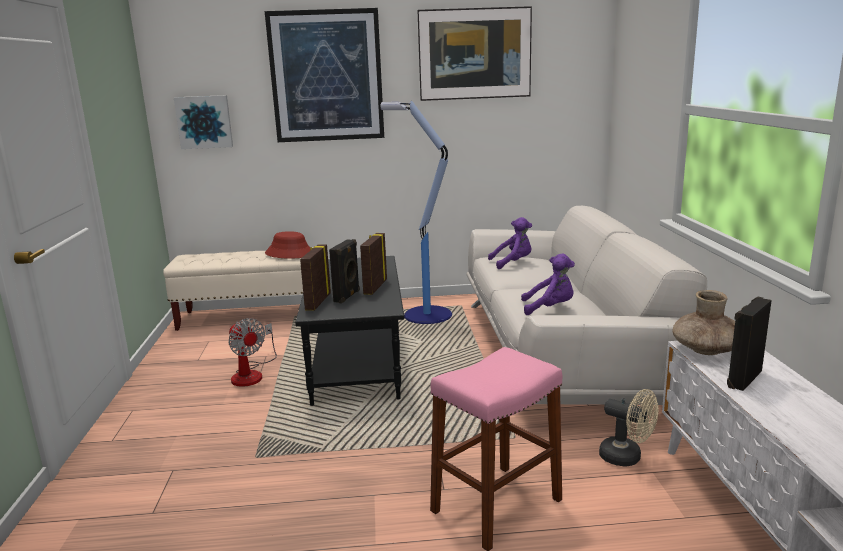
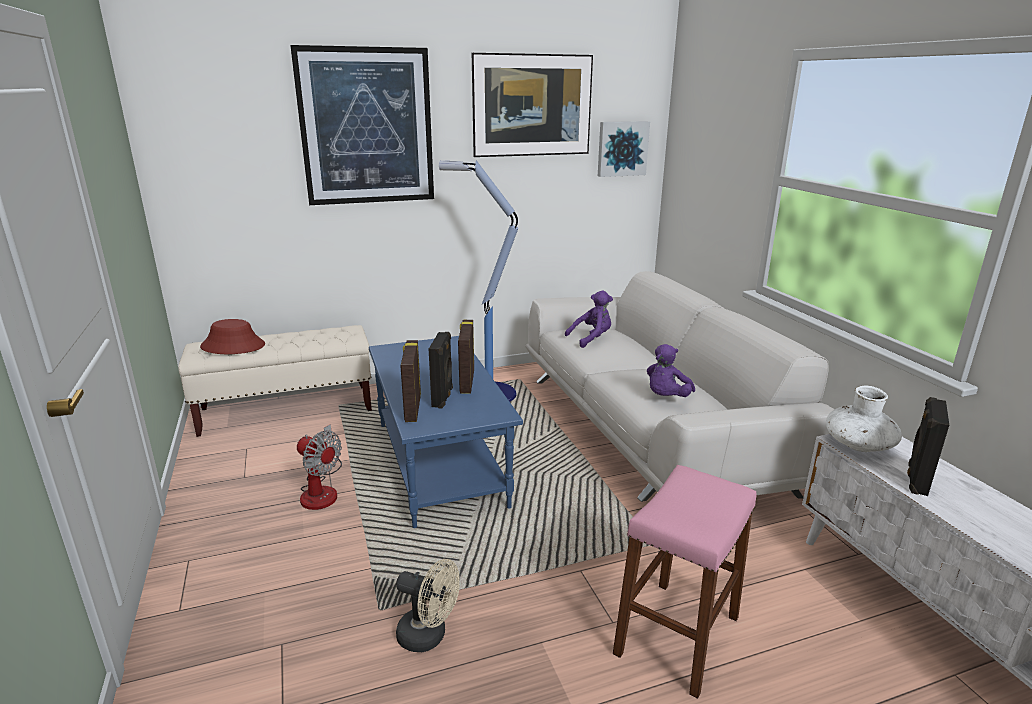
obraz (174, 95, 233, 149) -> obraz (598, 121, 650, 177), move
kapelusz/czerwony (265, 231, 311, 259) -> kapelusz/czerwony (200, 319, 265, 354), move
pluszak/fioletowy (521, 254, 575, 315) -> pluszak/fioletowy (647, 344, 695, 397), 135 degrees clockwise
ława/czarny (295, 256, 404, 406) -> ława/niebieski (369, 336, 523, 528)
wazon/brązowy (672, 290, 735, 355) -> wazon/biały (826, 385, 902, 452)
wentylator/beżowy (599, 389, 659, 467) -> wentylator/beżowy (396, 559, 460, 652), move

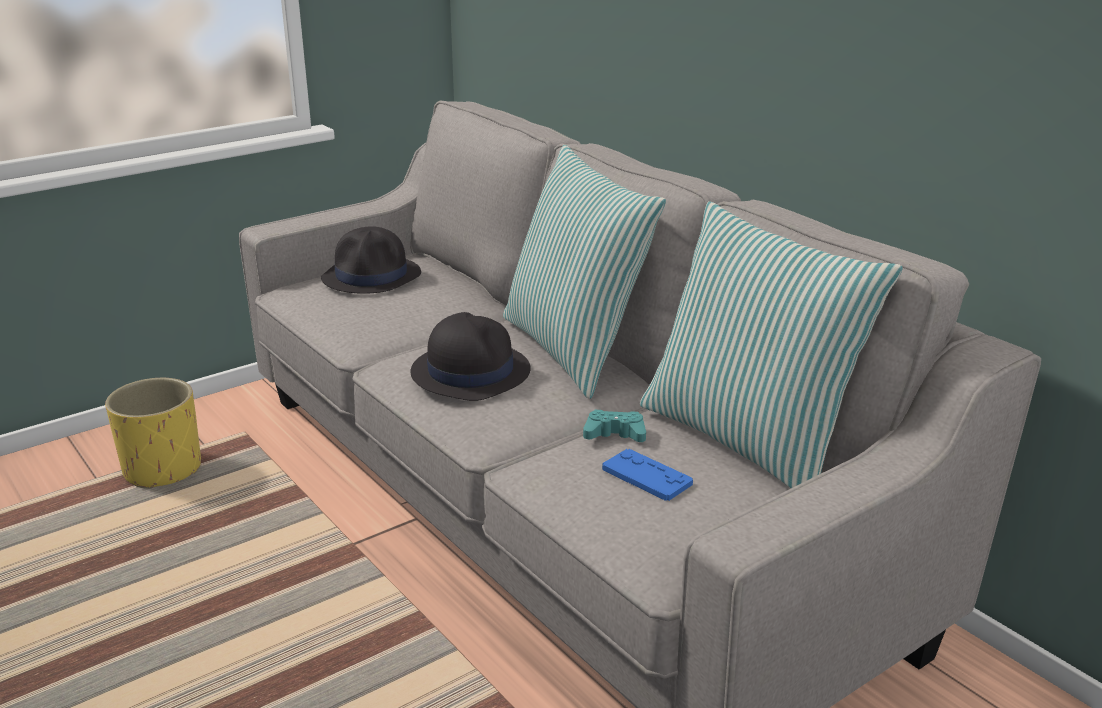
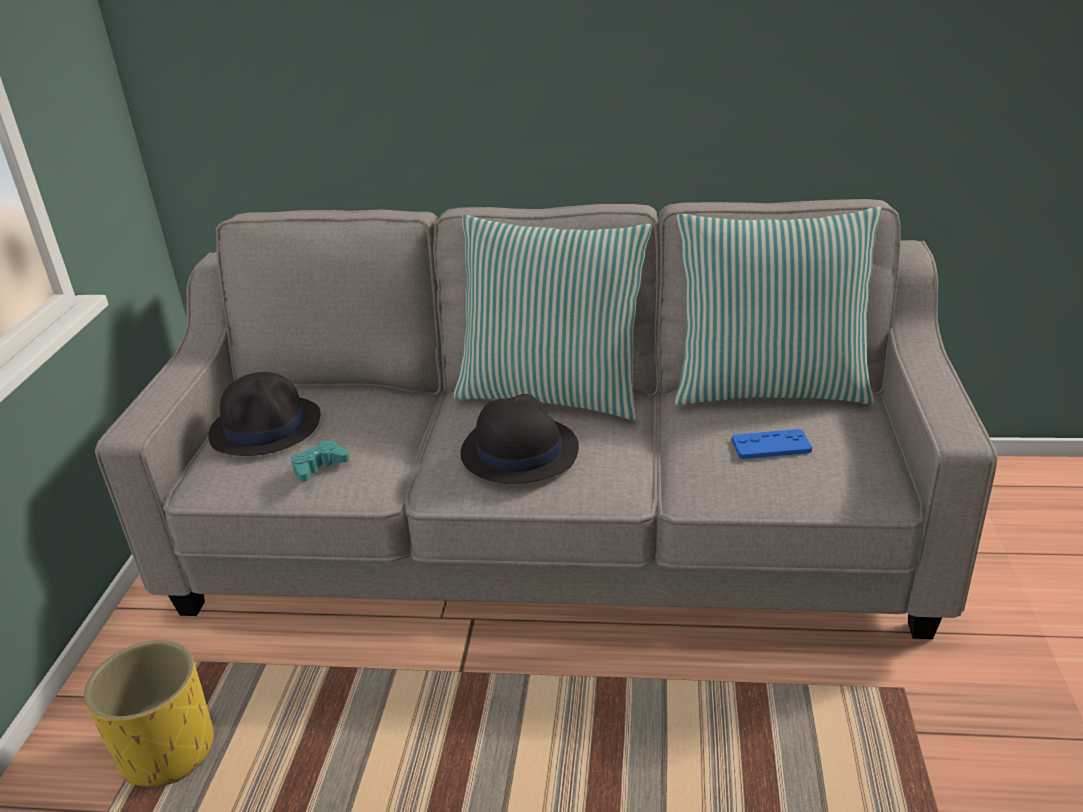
pad do gier/turkusowy (583, 410, 646, 442) -> pad do gier/turkusowy (291, 440, 350, 482), move

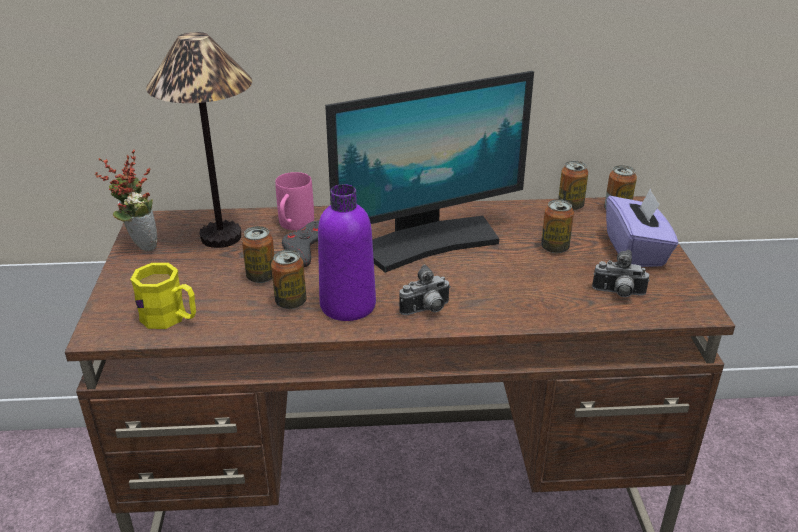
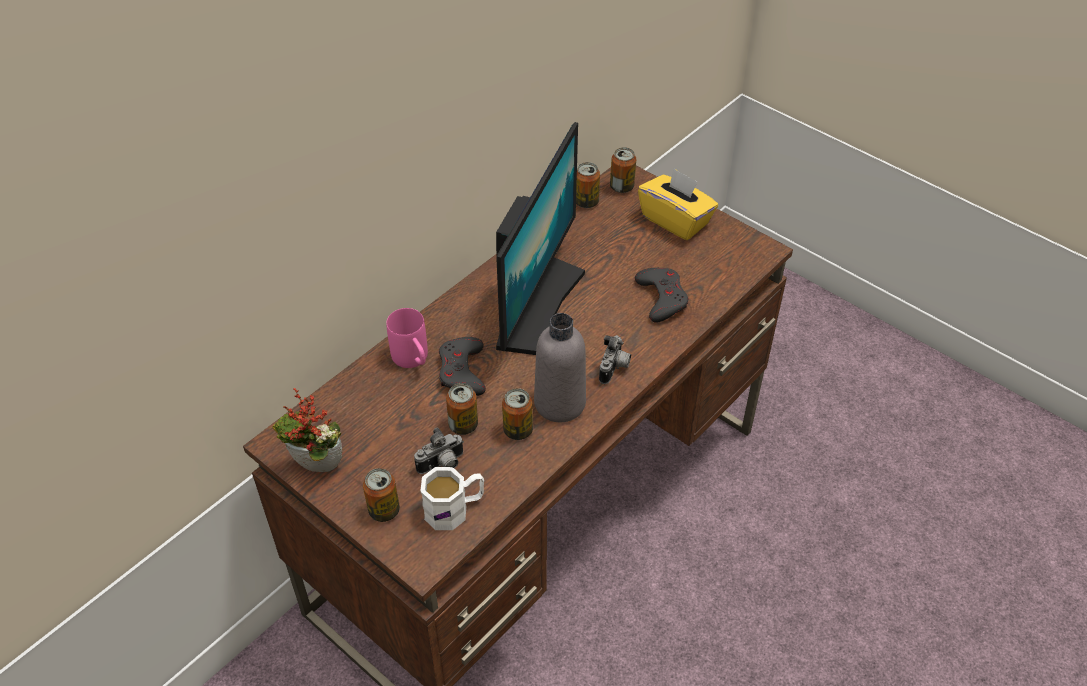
lampa stołowa (146, 32, 252, 248) -> none
butelka/fioletowy (318, 184, 376, 321) -> butelka/szary (534, 313, 586, 422)
pudełko chusteczek/fioletowy (606, 188, 678, 267) -> pudełko chusteczek/żółty (638, 168, 718, 240)
puszka (541, 199, 574, 253) -> puszka (363, 468, 400, 522), move
aparat fotograficzny (592, 250, 649, 297) -> aparat fotograficzny (414, 428, 464, 474), move
kubek/żółty (130, 263, 196, 329) -> kubek/biały (420, 467, 484, 530)
none -> pad do gier/szary (635, 268, 689, 323)

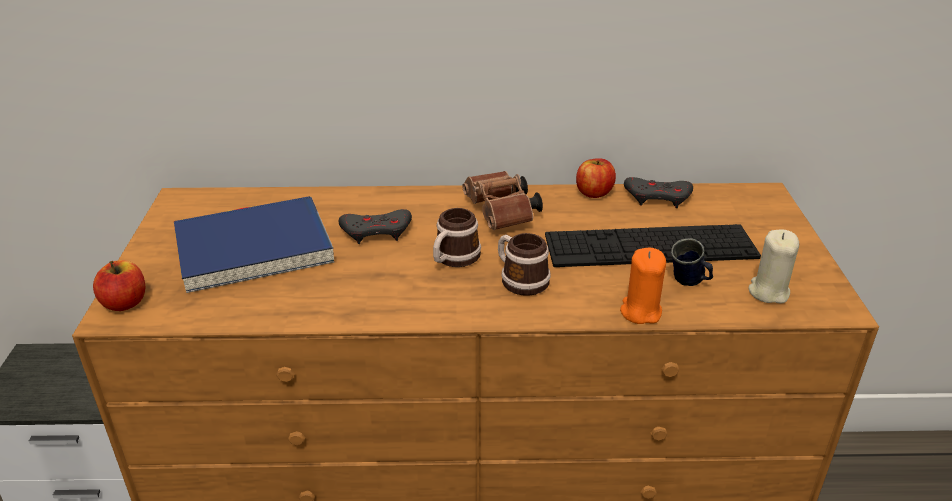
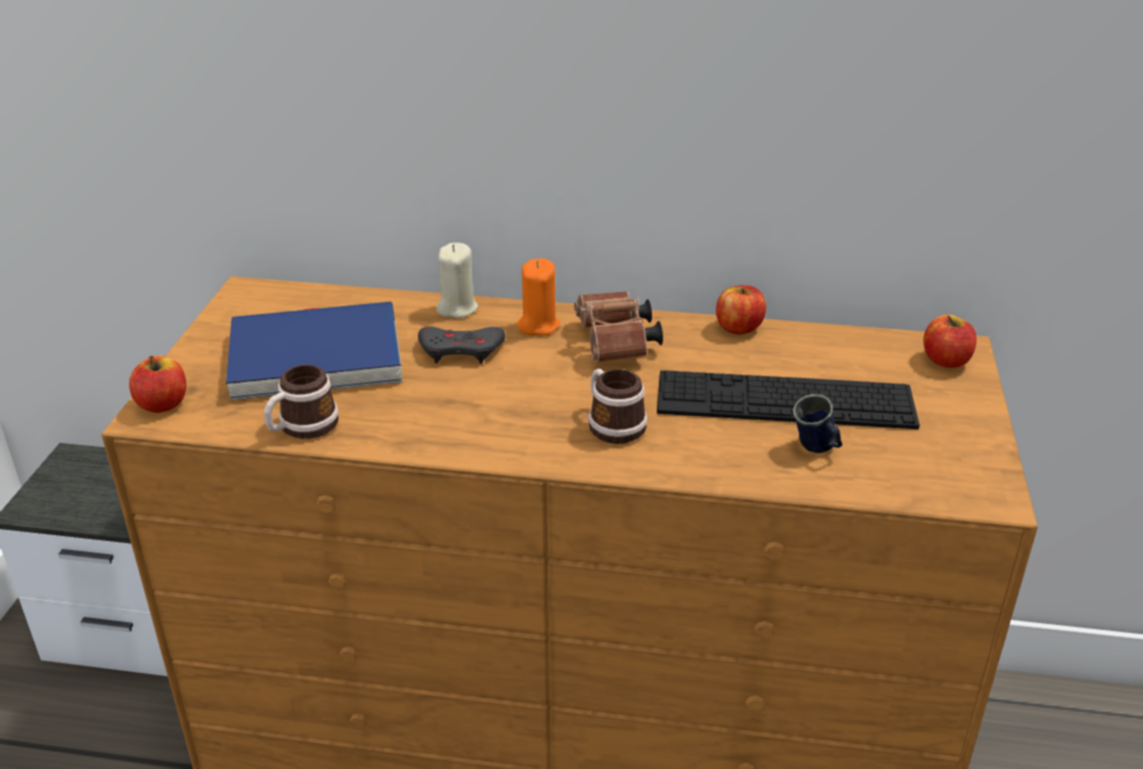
pad do gier/szary (624, 177, 693, 208) -> none
kubek (433, 208, 481, 267) -> kubek (264, 365, 339, 439), move
świeca/beżowy (748, 229, 799, 304) -> świeca/beżowy (436, 243, 478, 318), move
świeca/pomarańczowy (620, 248, 666, 324) -> świeca/pomarańczowy (518, 259, 560, 336), move
none -> jabłko (923, 315, 977, 368)

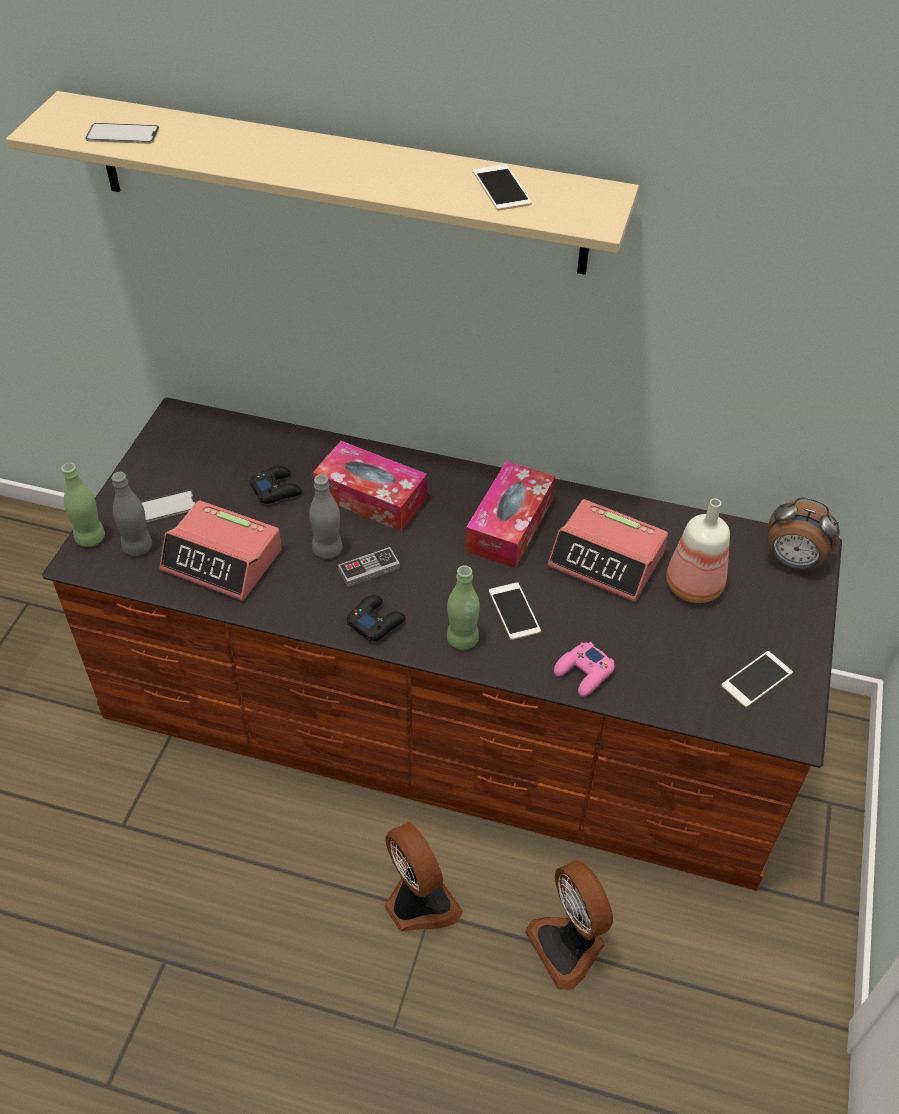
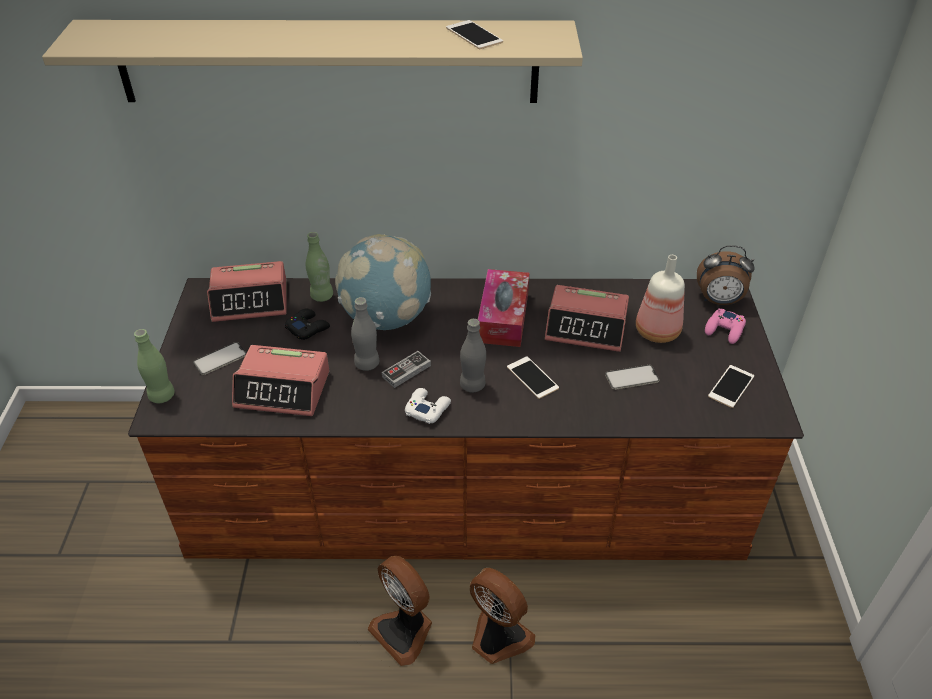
telefon (86, 123, 159, 144) -> telefon (605, 365, 660, 390), move
pudełko chusteczek (313, 441, 427, 531) -> globus (335, 234, 431, 330)
butelka/szary (112, 472, 152, 556) -> butelka/szary (460, 319, 486, 393), move
butelka/zielony (447, 565, 480, 650) -> butelka/zielony (306, 232, 333, 302), move
pad do gier/czarny (347, 595, 406, 641) -> pad do gier/biały (405, 388, 451, 424)
pad do gier/różowy (554, 642, 615, 697) -> pad do gier/różowy (705, 308, 746, 344), move
wentylator (525, 861, 613, 990) -> wentylator (367, 556, 432, 666), move
none -> budzik (207, 261, 286, 322)

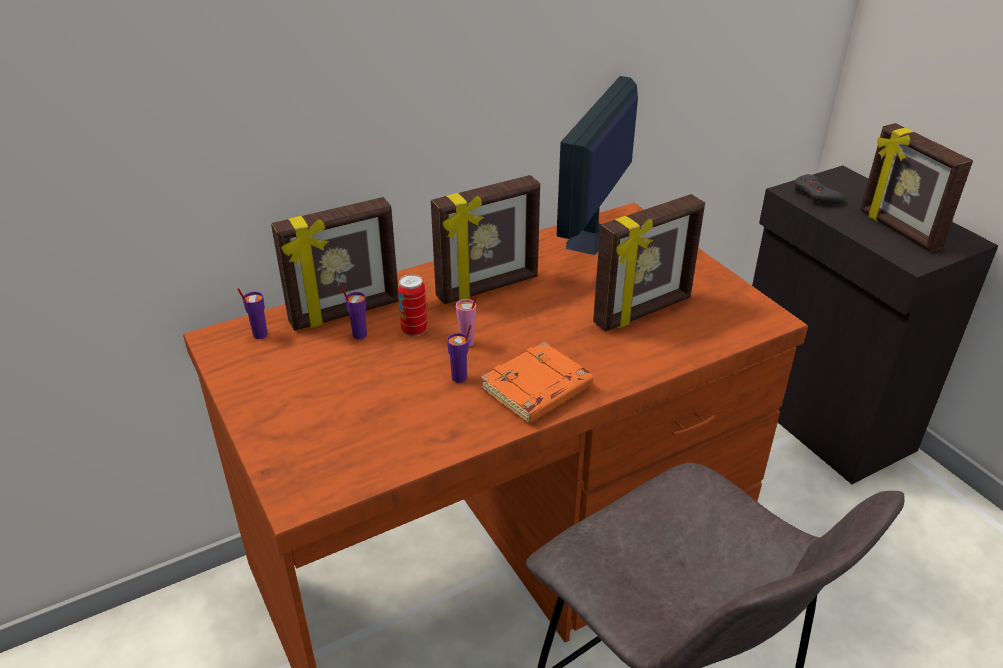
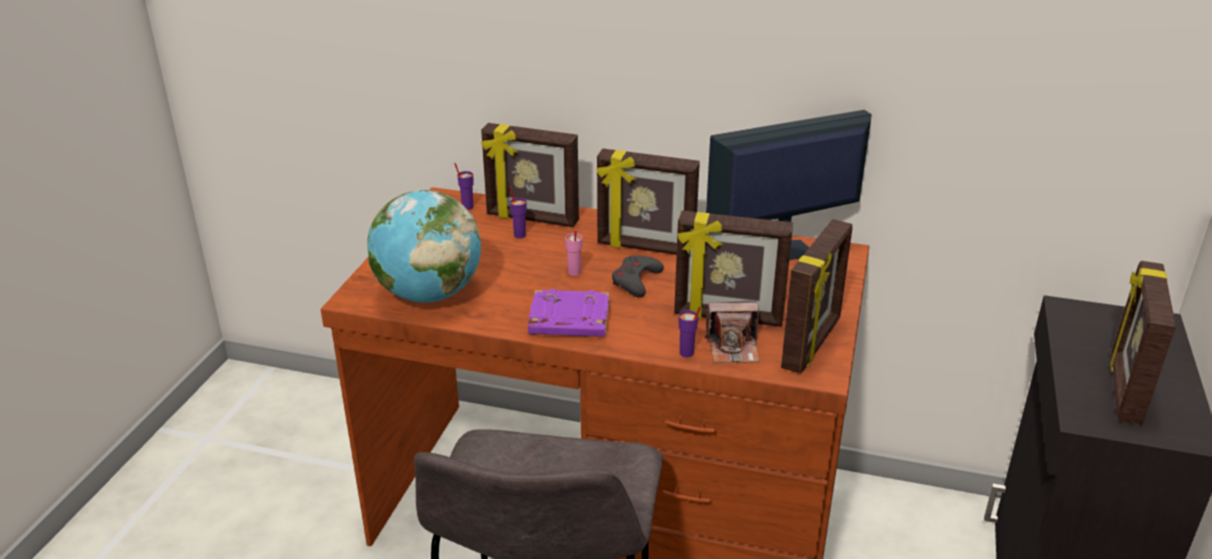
pad do gier/szary (794, 174, 846, 204) -> pad do gier/szary (612, 256, 664, 297), move
puszka (398, 274, 427, 337) -> none
filiżanka/fioletowy (447, 325, 472, 383) -> filiżanka/fioletowy (679, 307, 701, 357), move
książka/pomarańczowy (481, 342, 593, 423) -> książka/fioletowy (528, 289, 610, 337)
none -> globus (367, 190, 481, 303)
none -> ramka na zdjęcie (781, 219, 852, 374)
none -> aparat fotograficzny (704, 300, 760, 363)

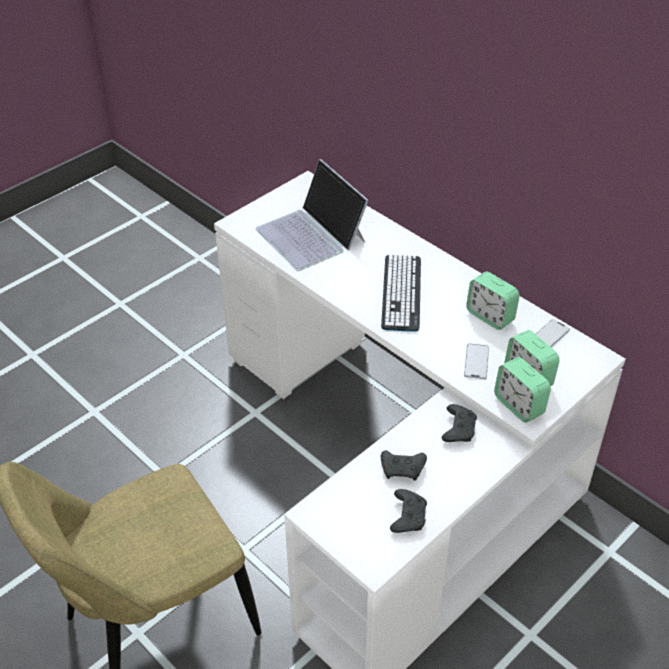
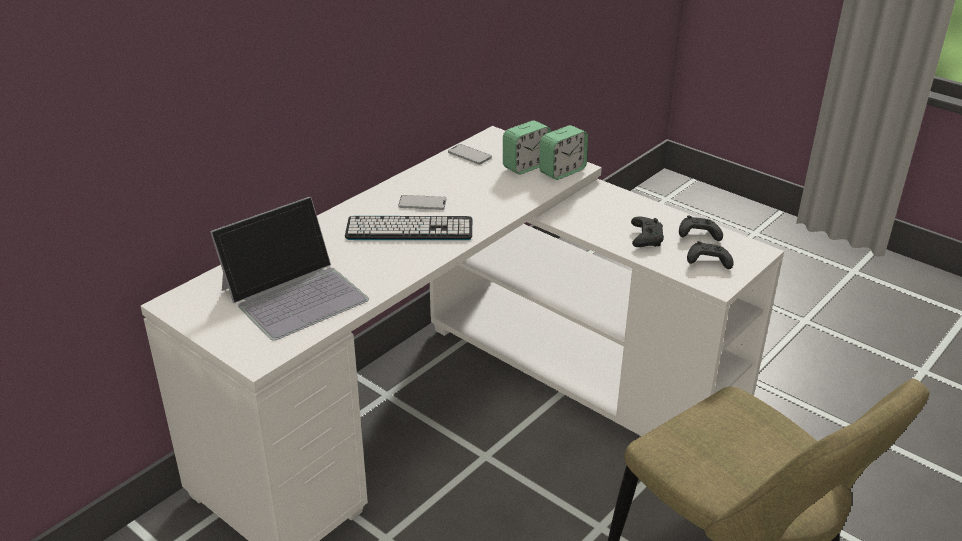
budzik (466, 272, 520, 330) -> none
telefon (464, 344, 489, 379) -> telefon (398, 195, 446, 210), move
pad do gier/czarny (442, 404, 477, 442) -> pad do gier/czarny (687, 241, 734, 269), move

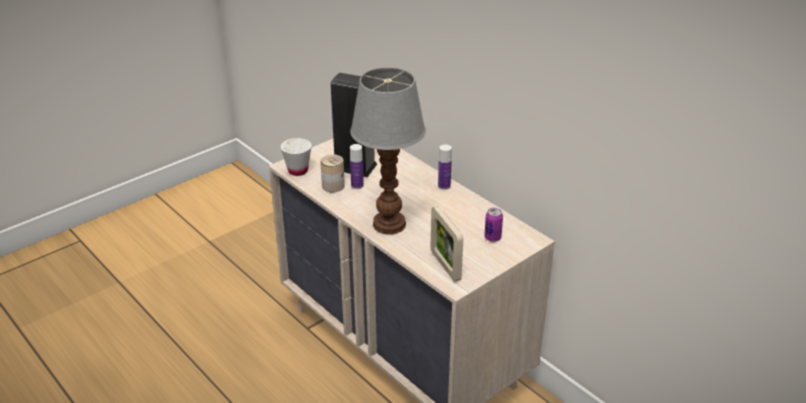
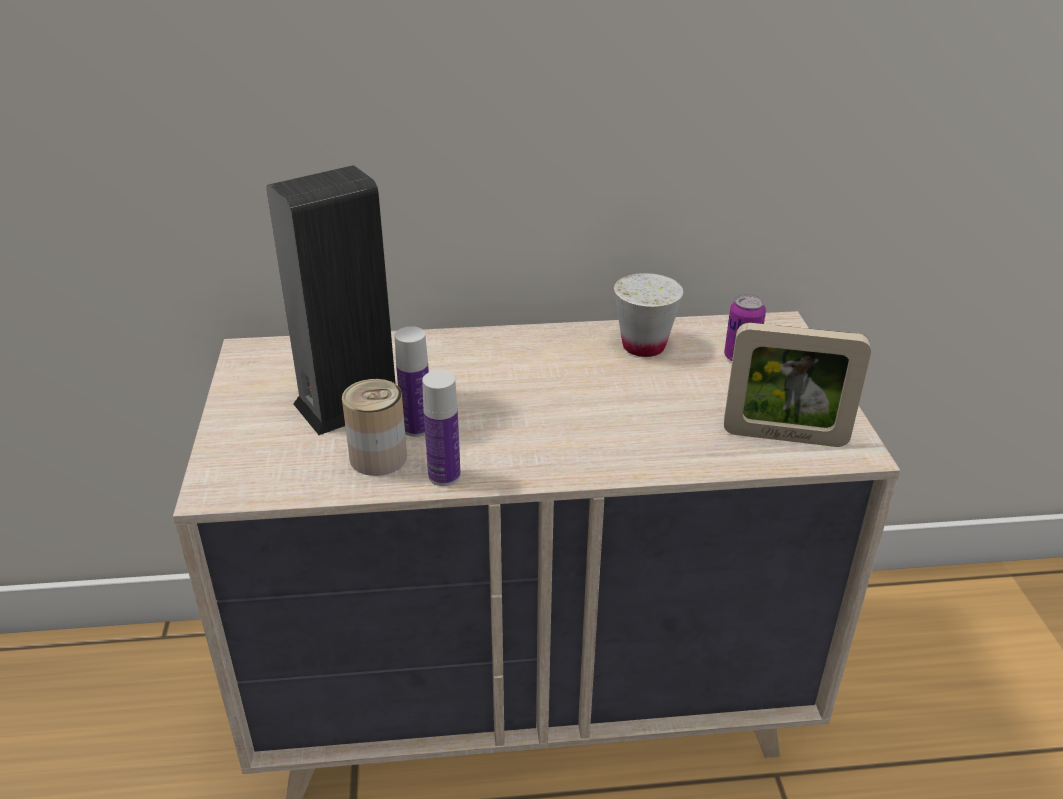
lampa stołowa (350, 67, 426, 234) -> none
filiżanka/biały (281, 138, 312, 176) -> filiżanka/biały (614, 273, 683, 357), move
butelka (438, 144, 452, 190) -> butelka (422, 370, 461, 486), move

